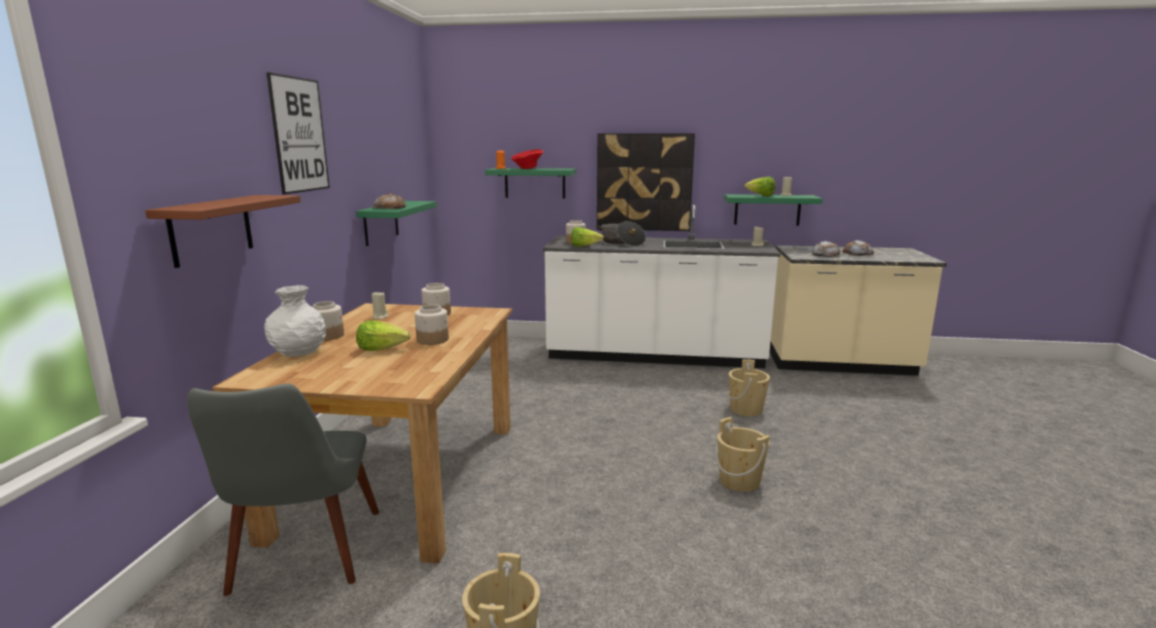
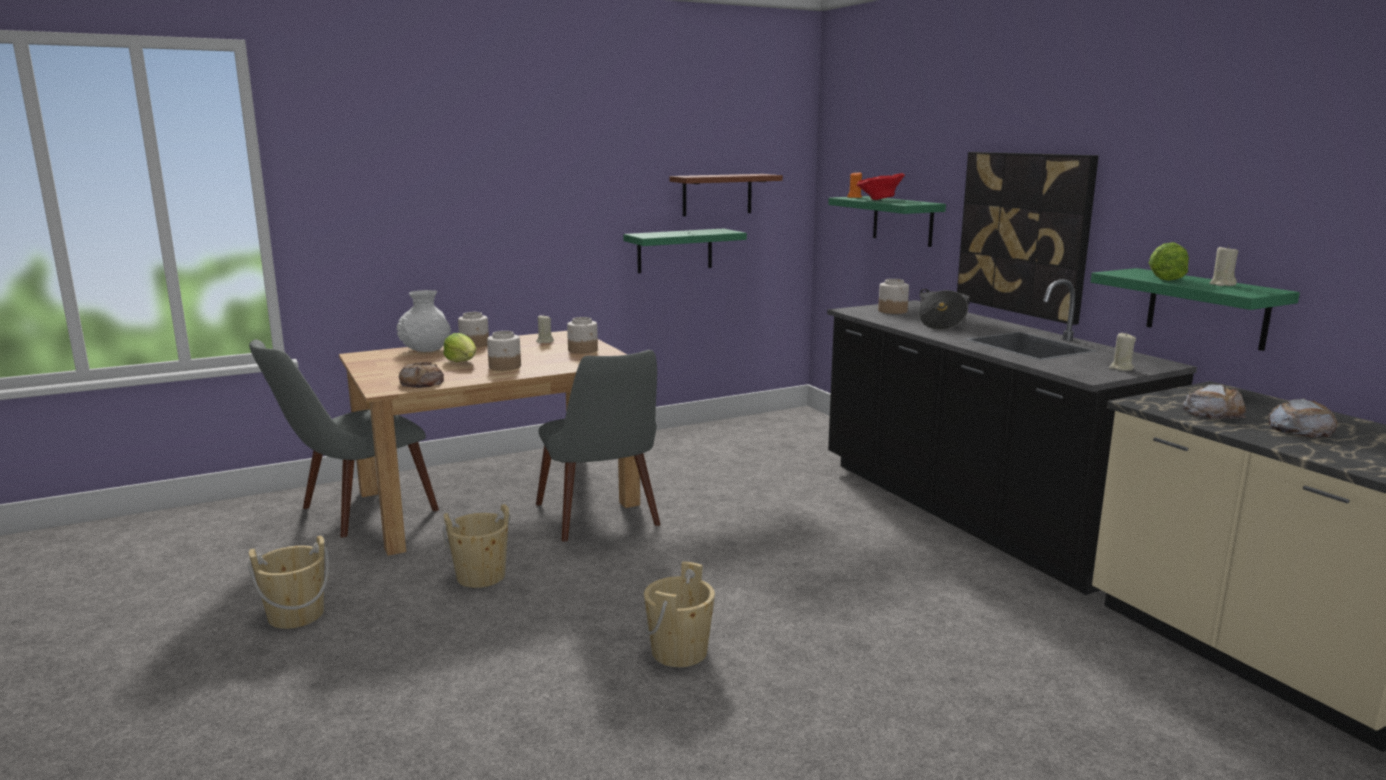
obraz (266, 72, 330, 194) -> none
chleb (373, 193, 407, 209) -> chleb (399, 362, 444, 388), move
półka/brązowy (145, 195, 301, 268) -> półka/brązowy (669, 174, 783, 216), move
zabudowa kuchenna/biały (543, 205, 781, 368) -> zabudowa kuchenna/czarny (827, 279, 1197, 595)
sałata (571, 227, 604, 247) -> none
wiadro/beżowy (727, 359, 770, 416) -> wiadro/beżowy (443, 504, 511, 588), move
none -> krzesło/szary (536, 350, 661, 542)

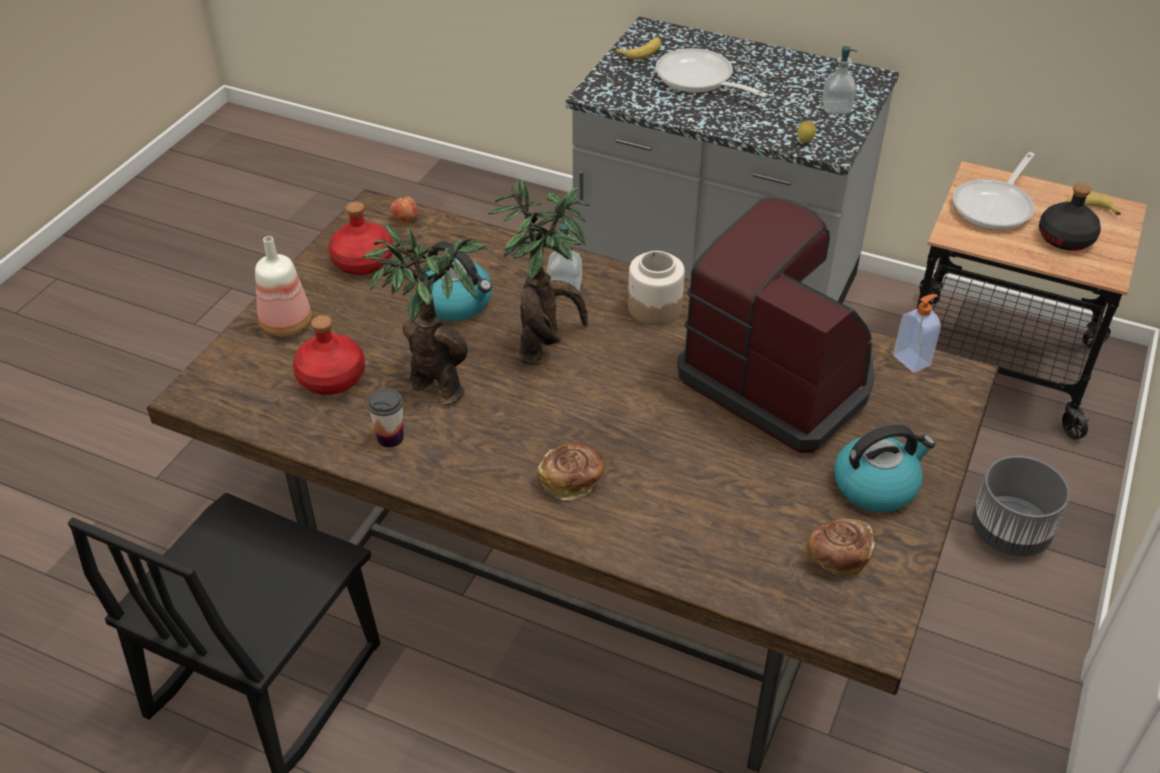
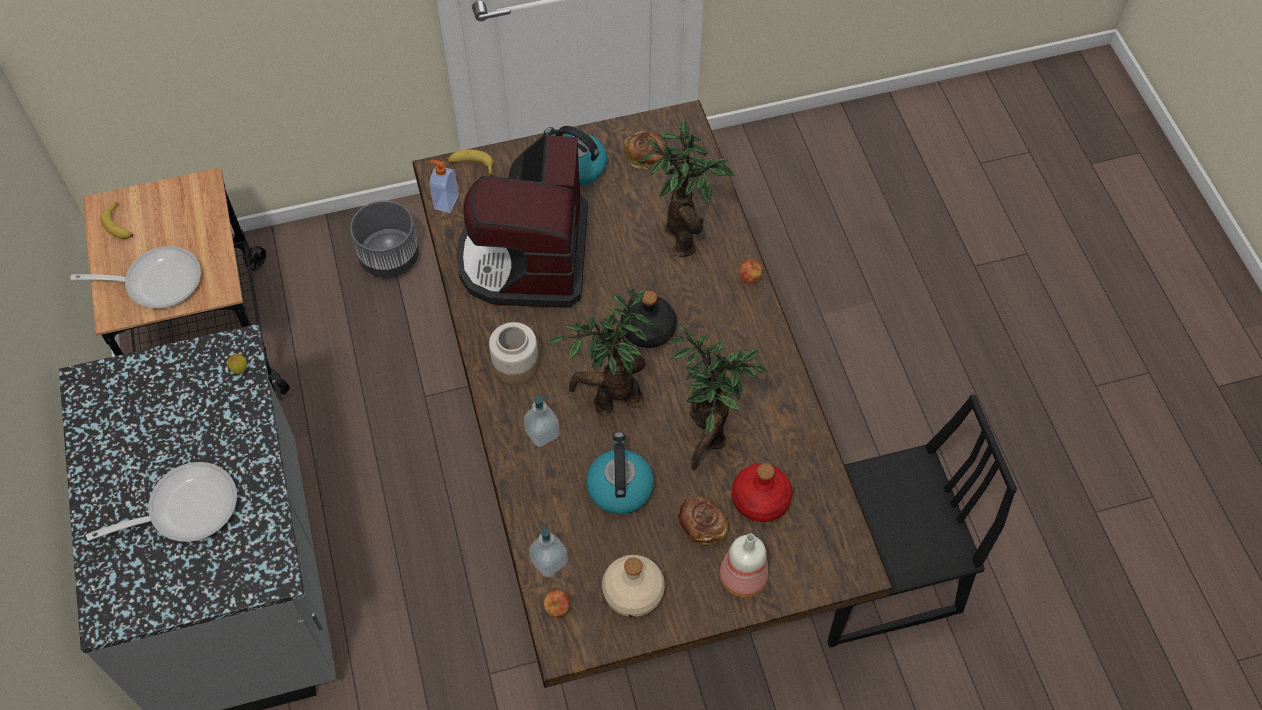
banan (614, 37, 661, 60) -> banan (447, 150, 494, 176), move
dozownik mydła (822, 46, 857, 114) -> dozownik mydła (529, 524, 568, 578), move
patelnia (655, 48, 768, 97) -> patelnia (86, 462, 237, 542), 120 degrees counterclockwise
butelka/czarny (1039, 183, 1101, 251) -> butelka/czarny (620, 290, 677, 348), move
butelka/czerwony (329, 201, 393, 275) -> butelka/beżowy (602, 555, 665, 617)
filiżanka (367, 388, 404, 448) -> none
chleb (537, 443, 605, 500) -> chleb (678, 497, 728, 546), move
none -> roślina doniczkowa (639, 119, 735, 257)
none -> jabłko (739, 259, 762, 284)

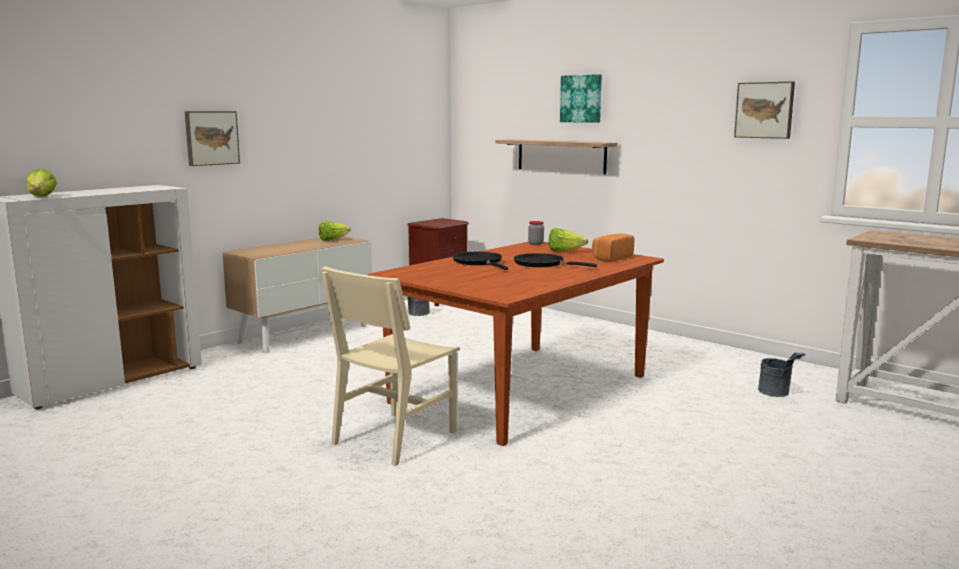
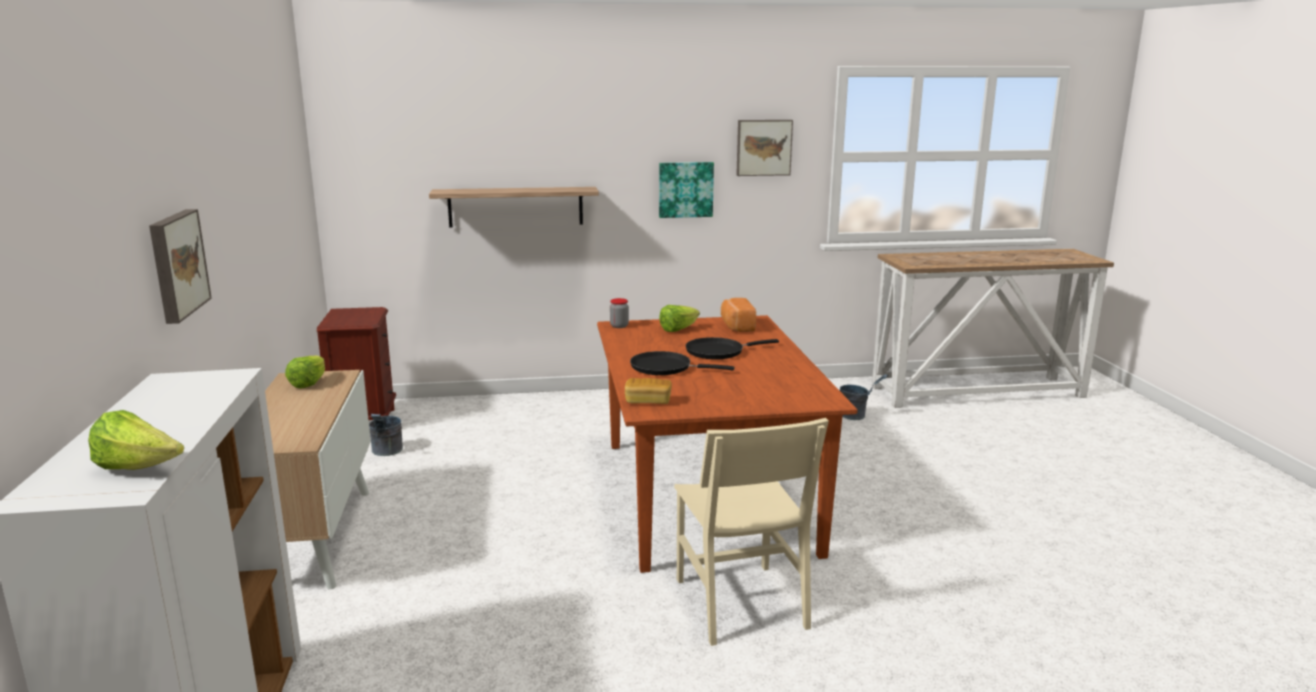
obraz (560, 74, 602, 123) -> obraz (659, 162, 714, 218), move
none -> chleb (625, 378, 672, 404)

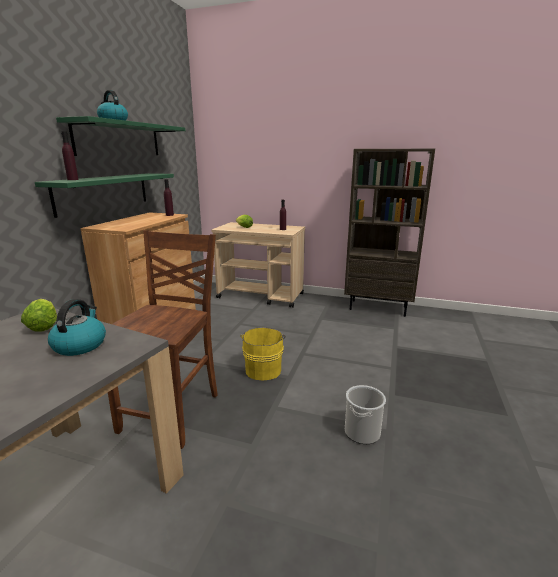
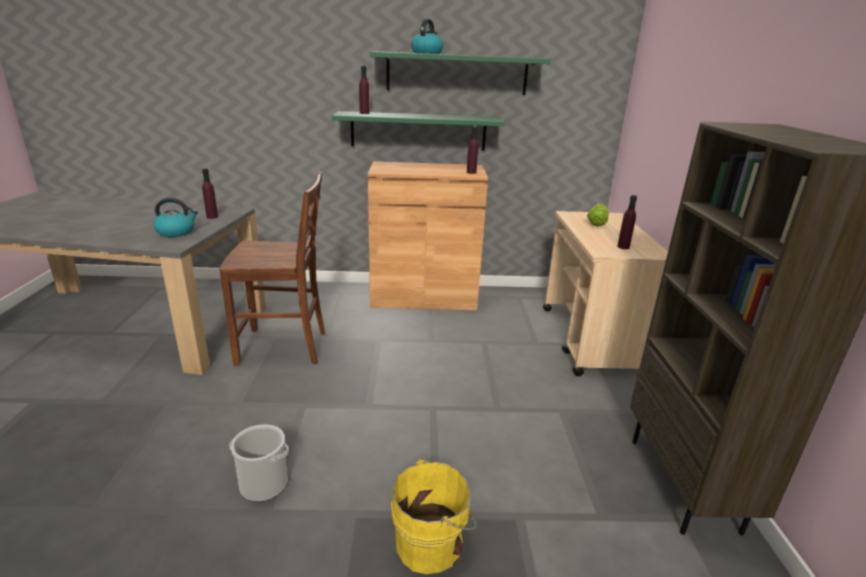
sałata (21, 299, 57, 332) -> butelka/fioletowy (202, 168, 218, 219)
wiadro/żółty (241, 327, 286, 381) -> wiadro/żółty (391, 459, 476, 574), move

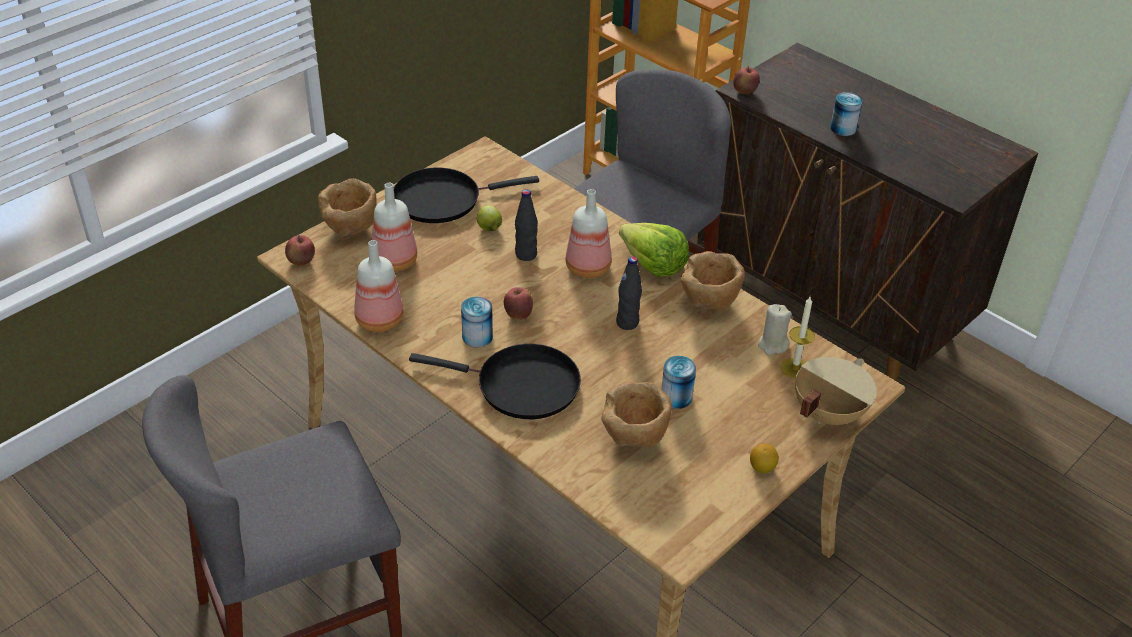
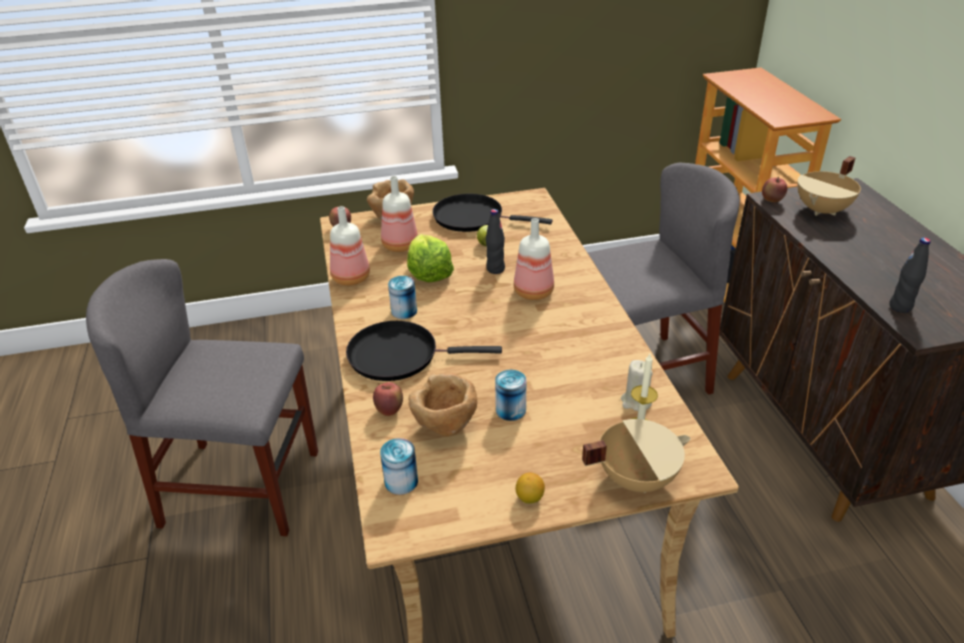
puszka (830, 92, 863, 136) -> puszka (380, 438, 418, 495), move
sałata (619, 223, 689, 277) -> sałata (407, 234, 454, 282), move
miska/brązowy (681, 251, 745, 309) -> none
butelka/czarny (616, 256, 642, 330) -> butelka/czarny (889, 238, 931, 313), move
jabłko (504, 287, 533, 320) -> jabłko (373, 382, 403, 416), move
patelnia/czarny (409, 344, 581, 419) -> patelnia/czarny (346, 321, 502, 381), 135 degrees clockwise
none -> garnek/beżowy (798, 156, 861, 216)

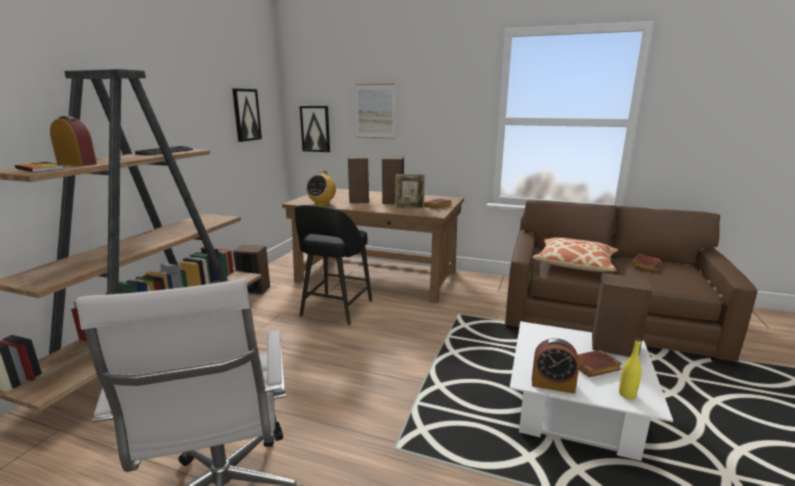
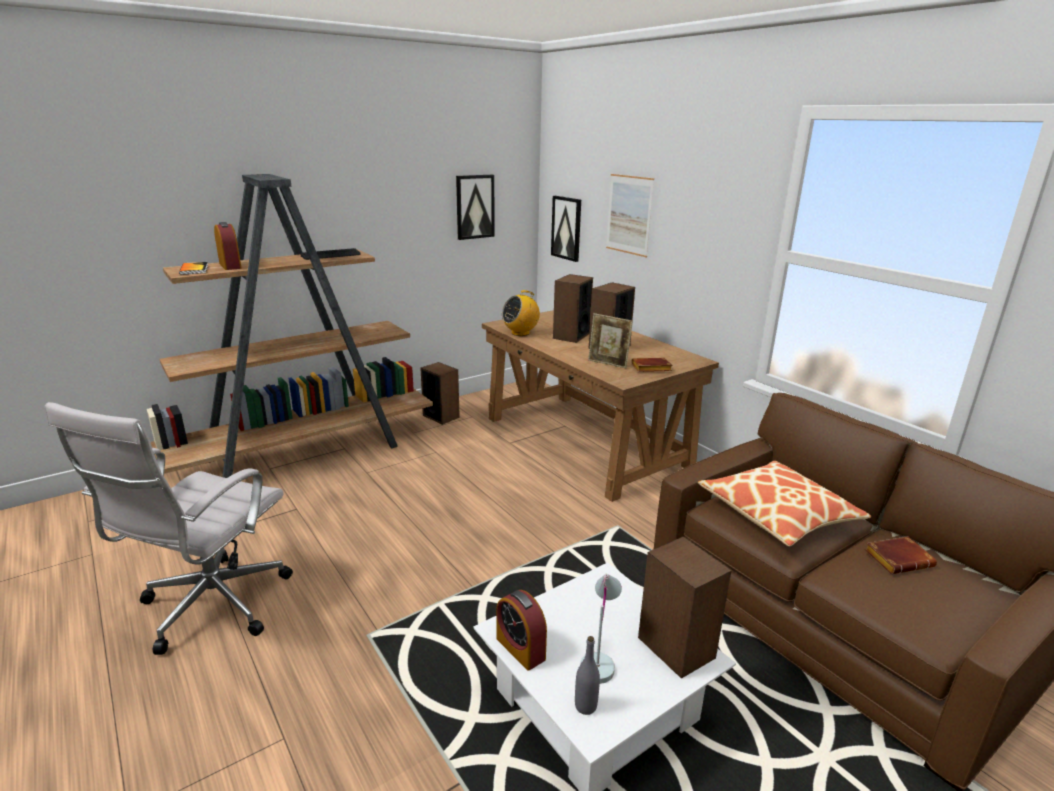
stołek/czarny (294, 205, 372, 325) -> none
butelka/żółty (619, 339, 642, 399) -> butelka/szary (575, 636, 600, 715)
książka/brązowy (578, 350, 622, 377) -> lampa stołowa/biały (580, 574, 622, 684)

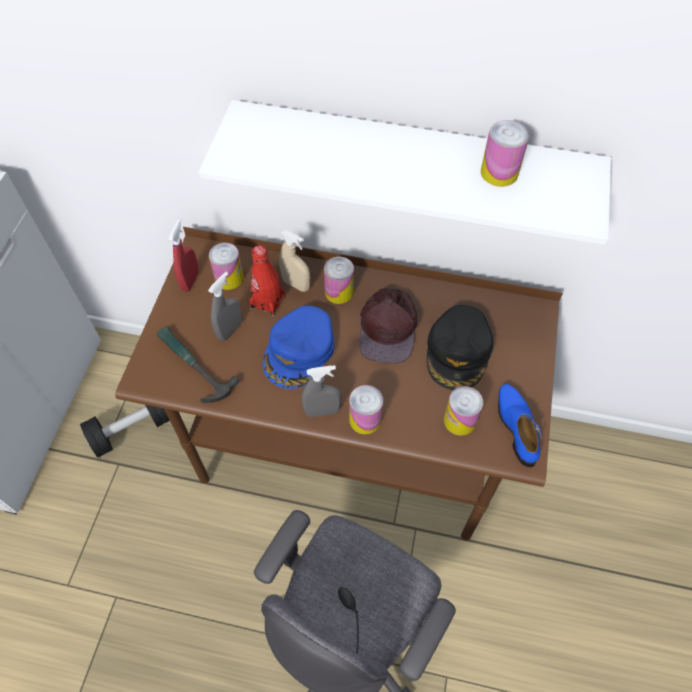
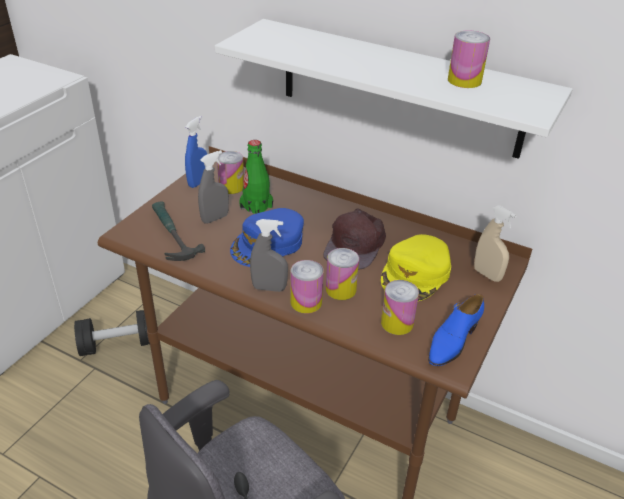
spryskiwacz/czerwony (169, 219, 199, 291) -> spryskiwacz/niebieski (185, 116, 207, 188)
spryskiwacz/beżowy (279, 229, 310, 292) -> spryskiwacz/beżowy (474, 205, 517, 282), move
butelka/czerwony (249, 245, 285, 316) -> butelka/zielony (239, 140, 273, 214)
puszka (324, 257, 354, 304) -> puszka (326, 248, 359, 300), move
czapka z daszkiem/czarny (427, 305, 494, 390) -> czapka z daszkiem/żółty (381, 234, 451, 301)
but/niebieski (498, 384, 542, 467) -> but/niebieski (428, 294, 484, 366), 150 degrees counterclockwise

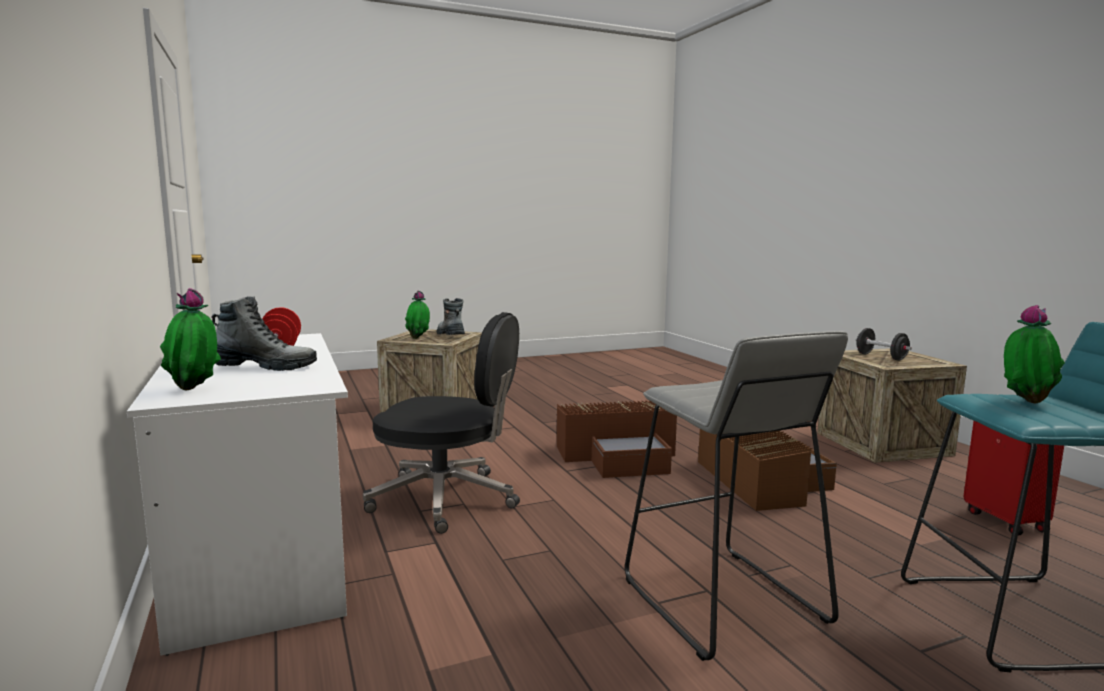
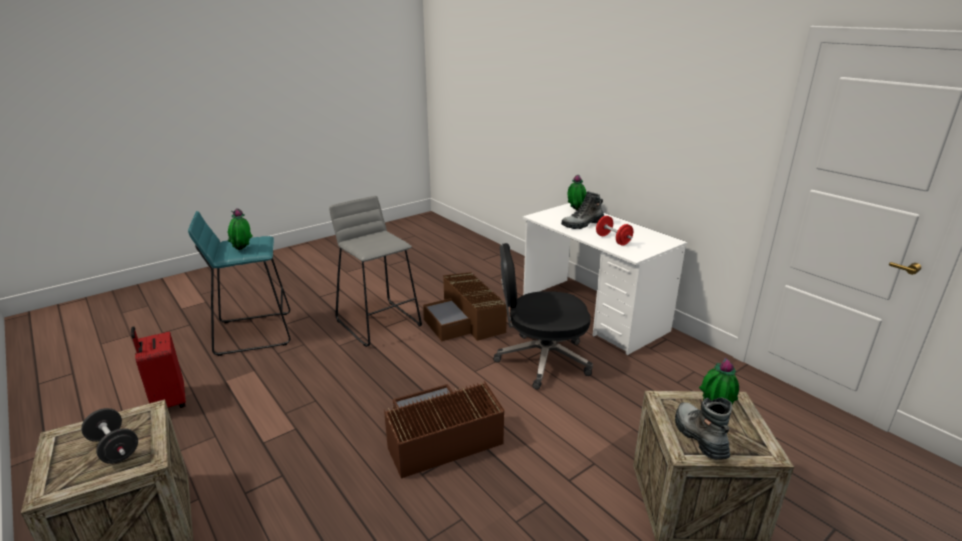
but z cholewką (437, 298, 465, 335) -> but z cholewką (675, 398, 732, 460), 150 degrees counterclockwise
pojemnik do przechowywania/brązowy (698, 429, 837, 511) -> pojemnik do przechowywania/brązowy (423, 272, 507, 341), move

